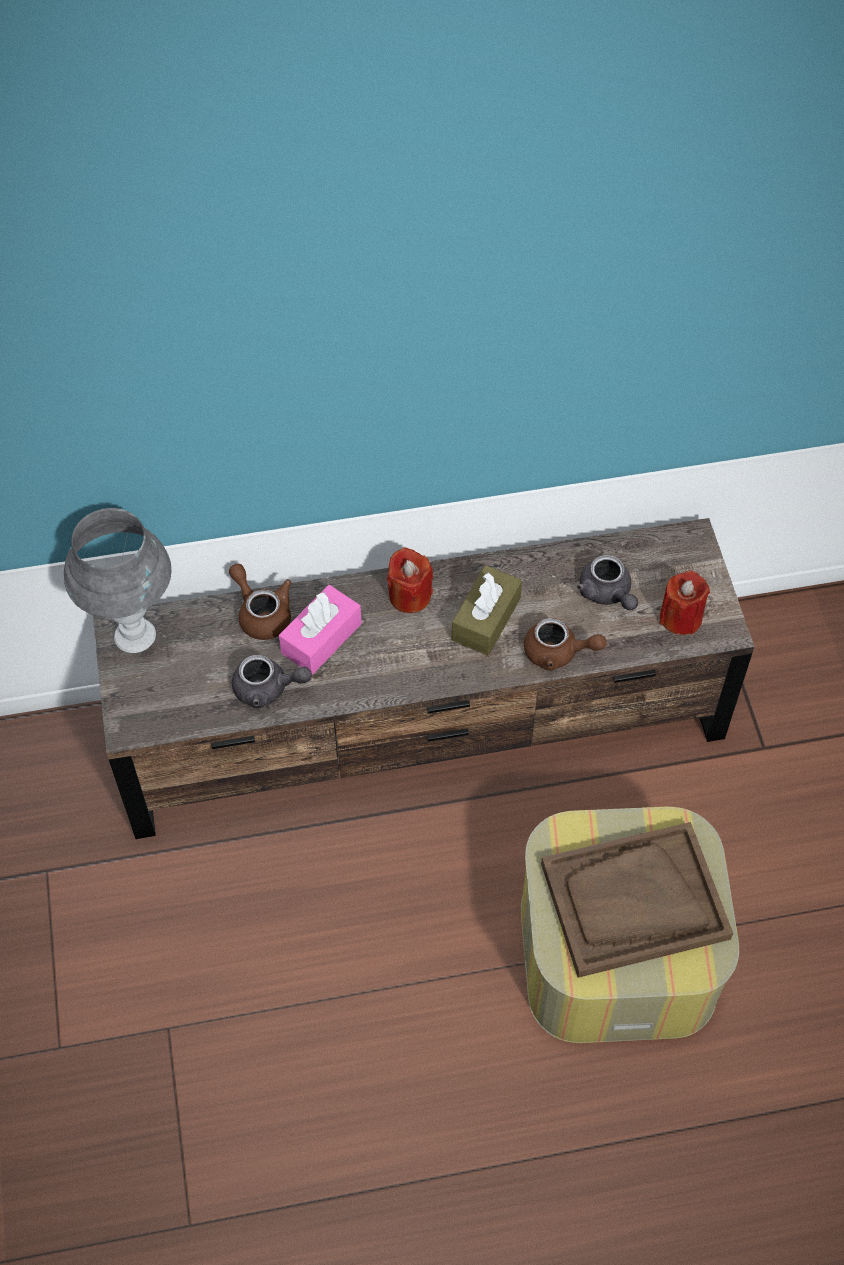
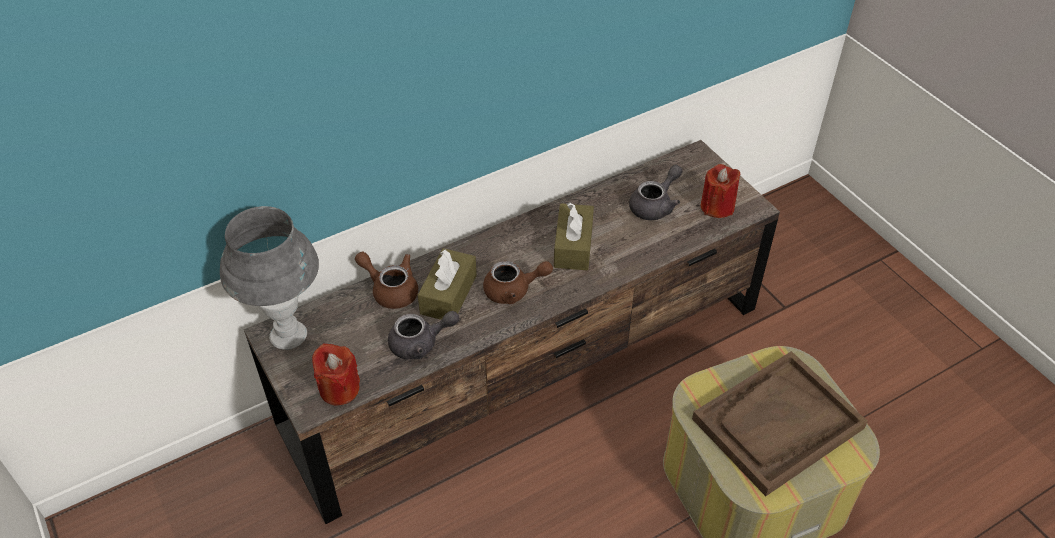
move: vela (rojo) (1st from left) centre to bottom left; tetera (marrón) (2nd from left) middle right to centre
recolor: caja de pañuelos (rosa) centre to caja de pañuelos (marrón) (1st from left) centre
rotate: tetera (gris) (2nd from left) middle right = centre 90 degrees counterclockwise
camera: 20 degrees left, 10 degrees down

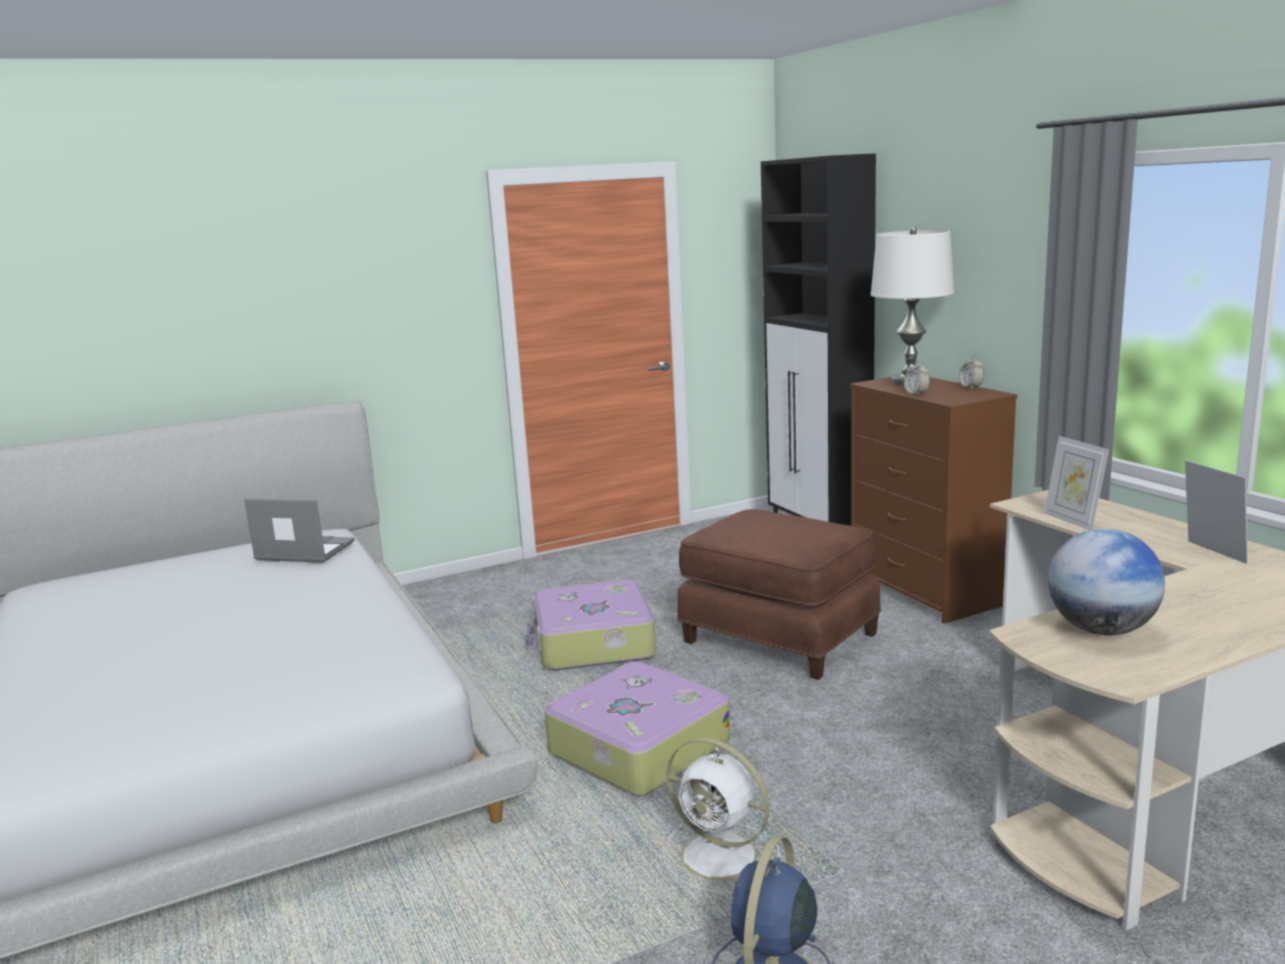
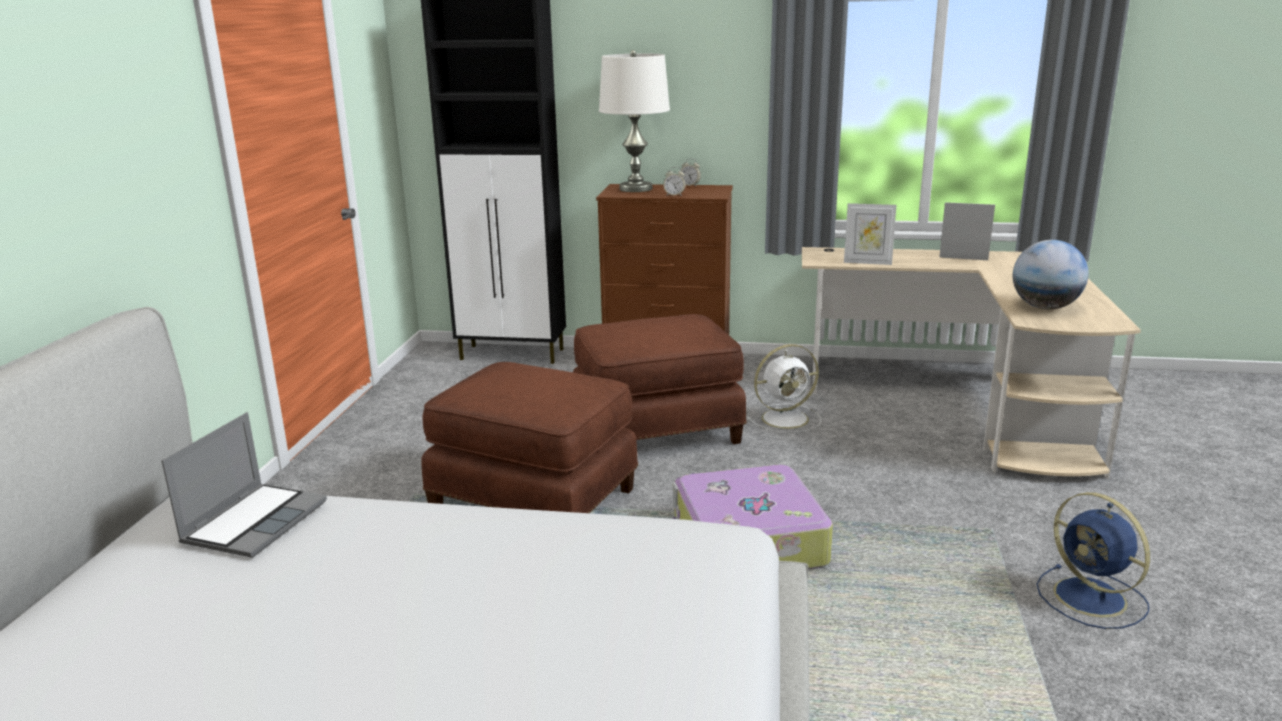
move: ventilador (blanco) bottom centre to centre
replace: maleta (1st from left) centre to puf (marrón) (1st from left) centre
rotate: portátil middle left = bottom left 150 degrees clockwise
camera: 55 degrees left, 5 degrees up

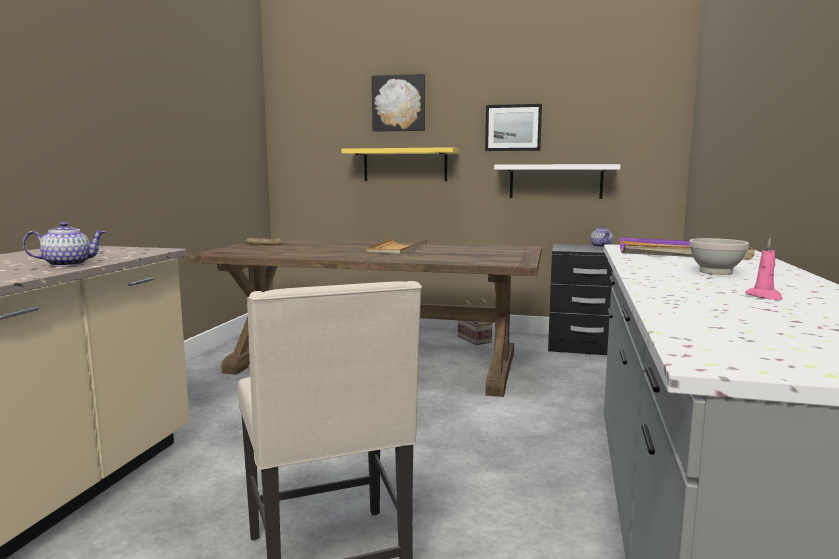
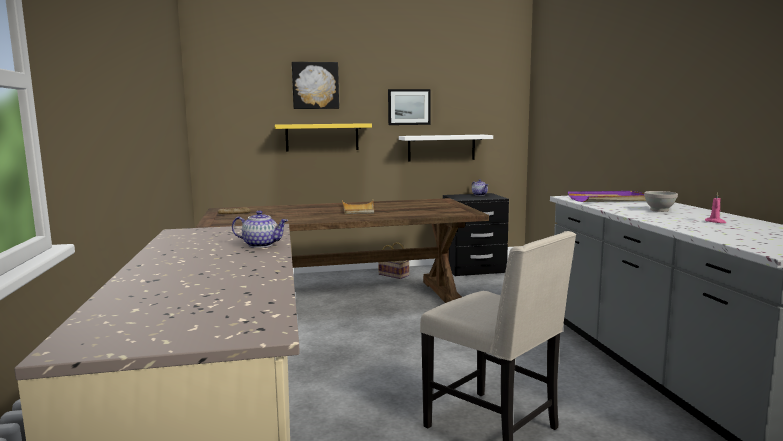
rotate: tetera (1st from left) middle left = middle left 60 degrees clockwise
camera: 25 degrees left, 0 degrees up

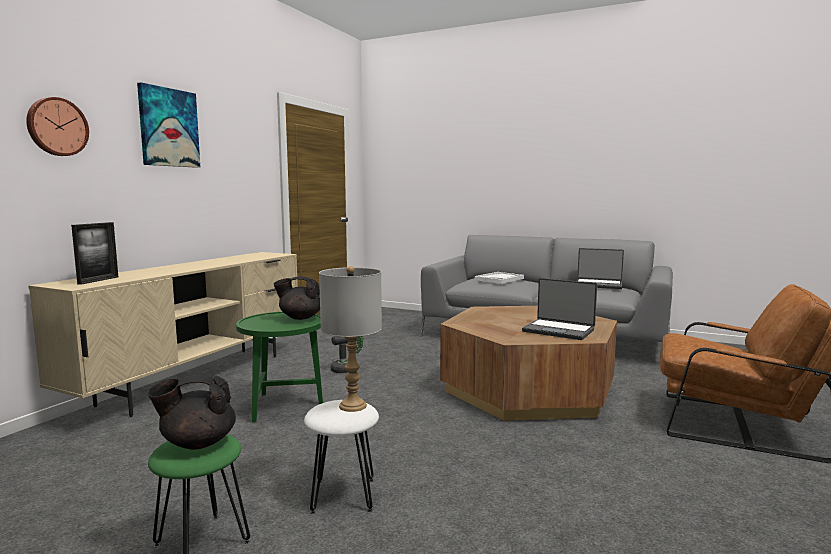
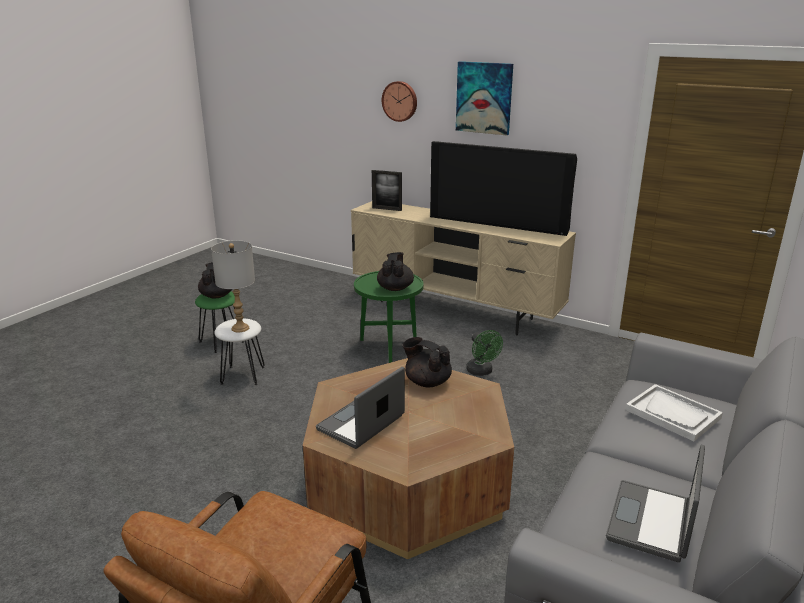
insert: tetera (negro) (3rd from left) centre; televisor top centre
camera: 95 degrees right, 15 degrees up

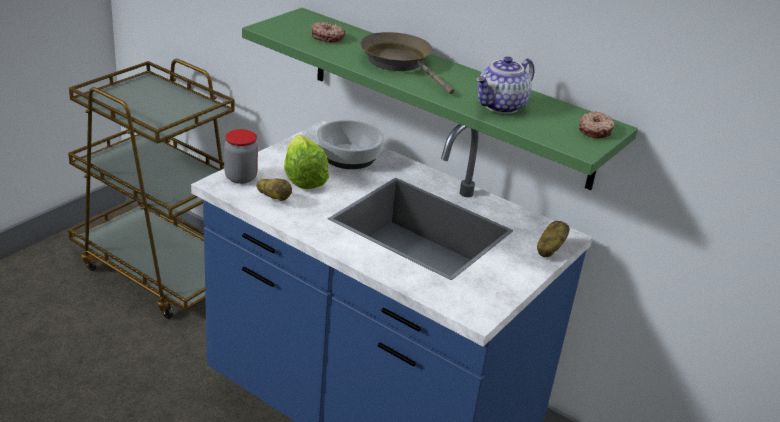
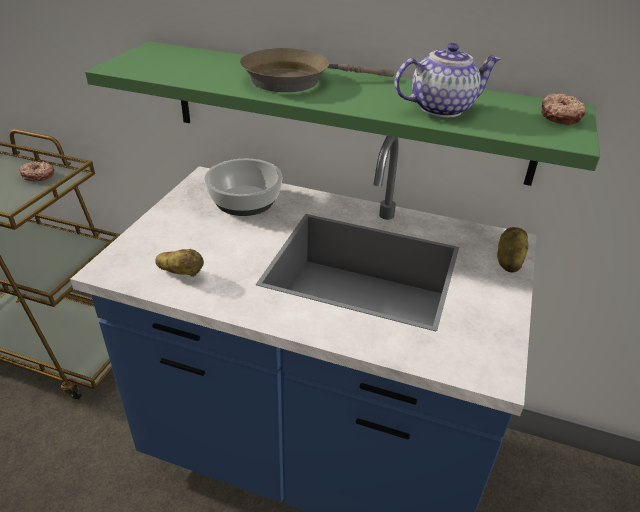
delete: tarro middle left; lechuga centre
move: rosquilla (1st from left) top centre to middle left
rotate: sartén (marrón) top centre = top centre 45 degrees counterclockwise; tetera top centre = top right 135 degrees counterclockwise
camera: 15 degrees left, 5 degrees up

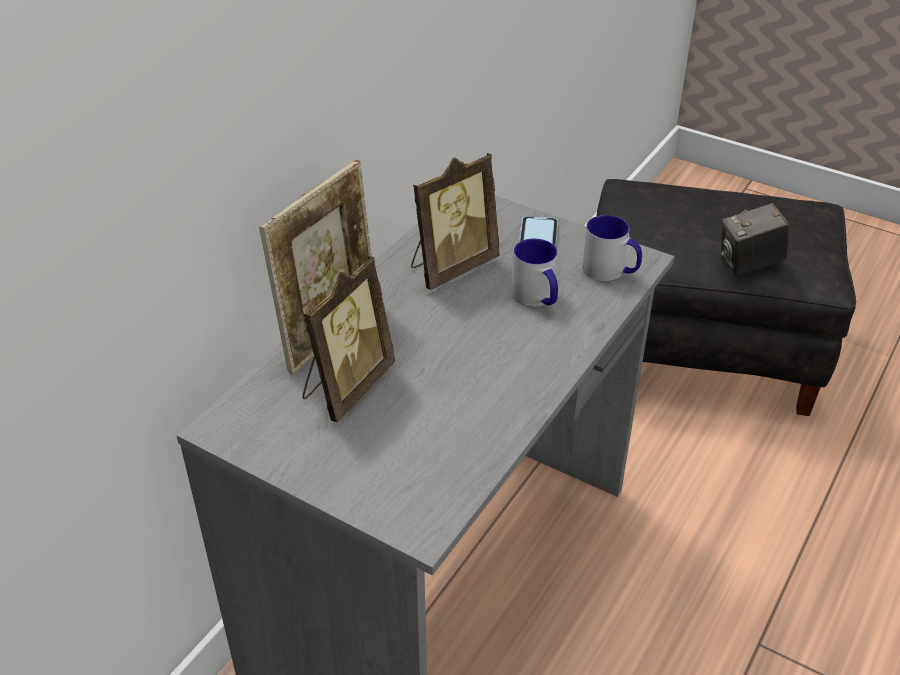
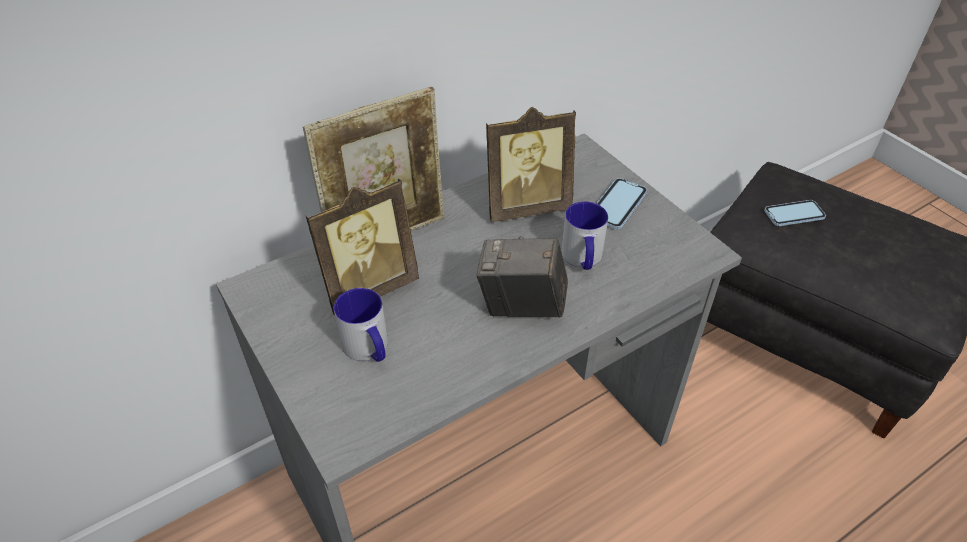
insert: móvil (2nd from left) middle right
move: taza grande (2nd from left in the first image) middle right to taza grande (1st from left) centre; cámara middle right to centre
camera: 25 degrees right, 5 degrees up

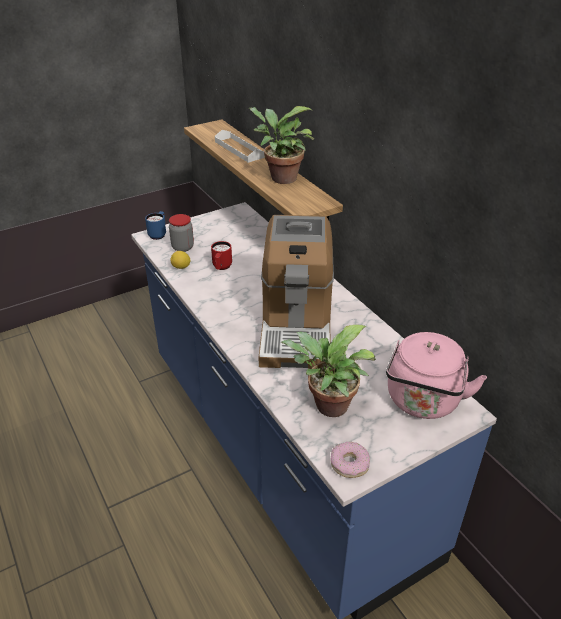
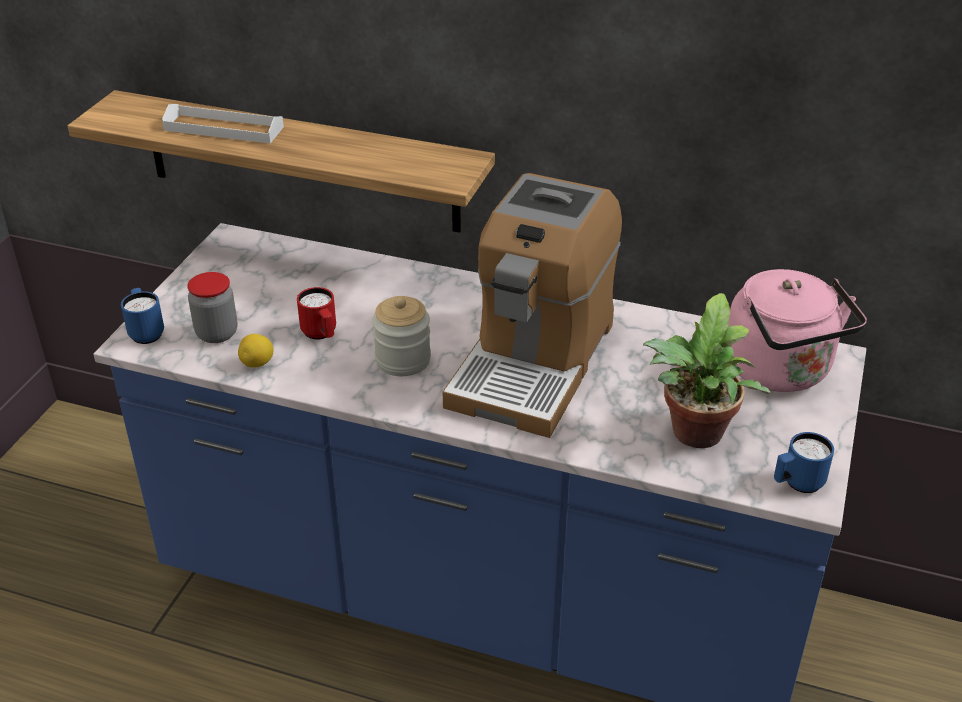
delete: planta en maceta (1st from left) top centre
insert: tarro (2nd from left) centre
replace: rosquilla bottom centre to taza grande (azul) (2nd from left) middle right
rotate: cafetera centre = centre 60 degrees clockwise
camera: 40 degrees left, 0 degrees up

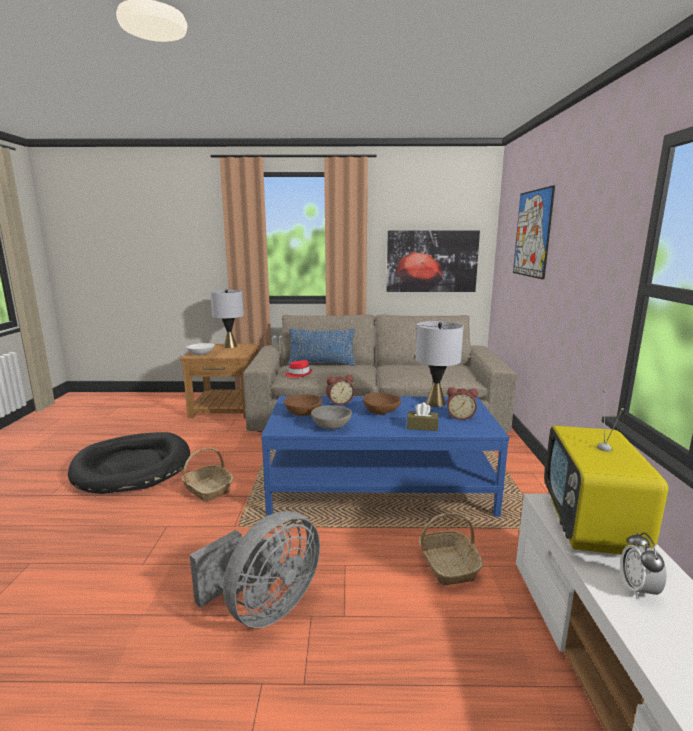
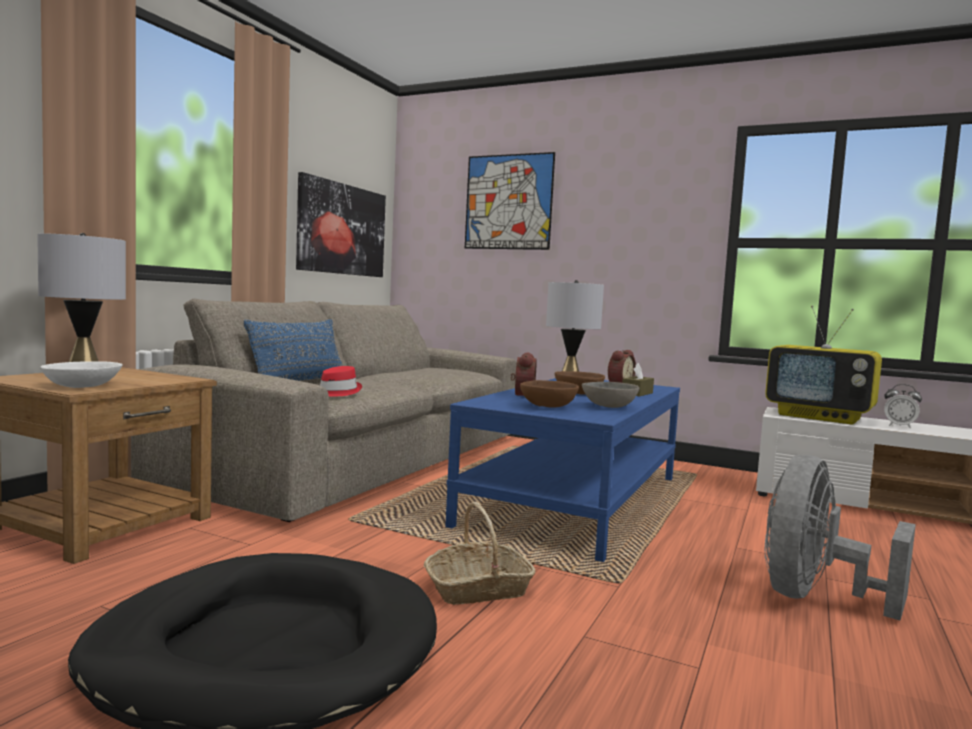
delete: cesta (2nd from left) bottom centre
rotate: ventilador (gris) bottom centre = bottom right 120 degrees counterclockwise
camera: 65 degrees left, 10 degrees down

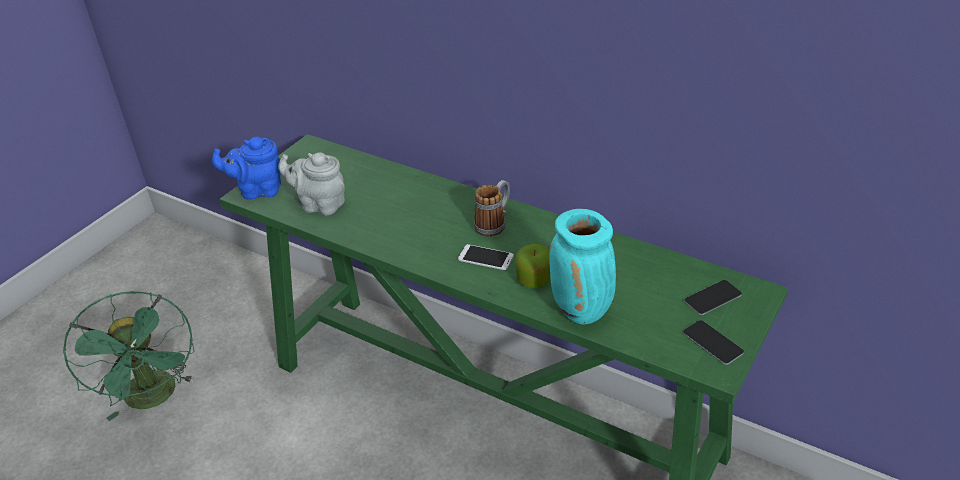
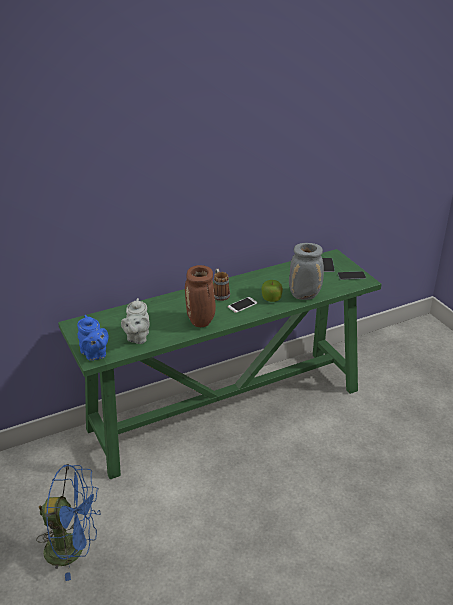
insert: florero (marrón) centre
recolor: ventilador (verde) bottom left to ventilador (azul) bottom left; florero (turquesa) centre to florero (gris) middle right
rotate: tetera (azul) middle left = middle left 60 degrees counterclockwise; tetera (gris) middle left = middle left 45 degrees counterclockwise
camera: 60 degrees left, 5 degrees down

